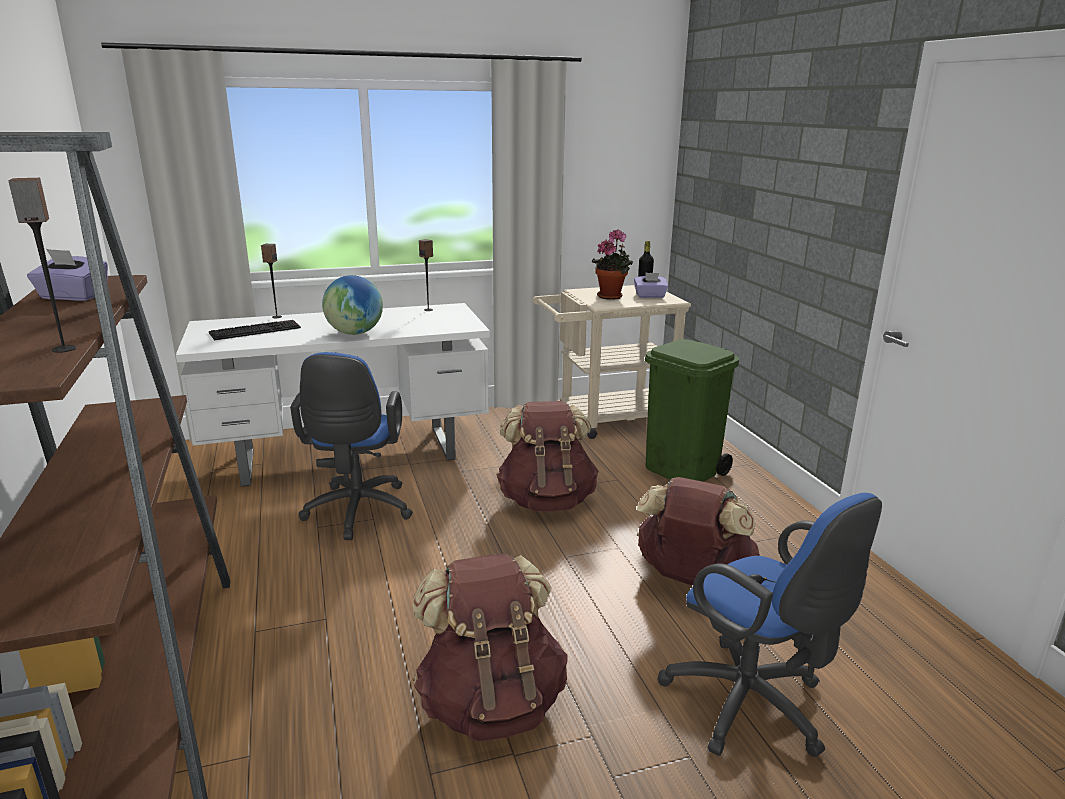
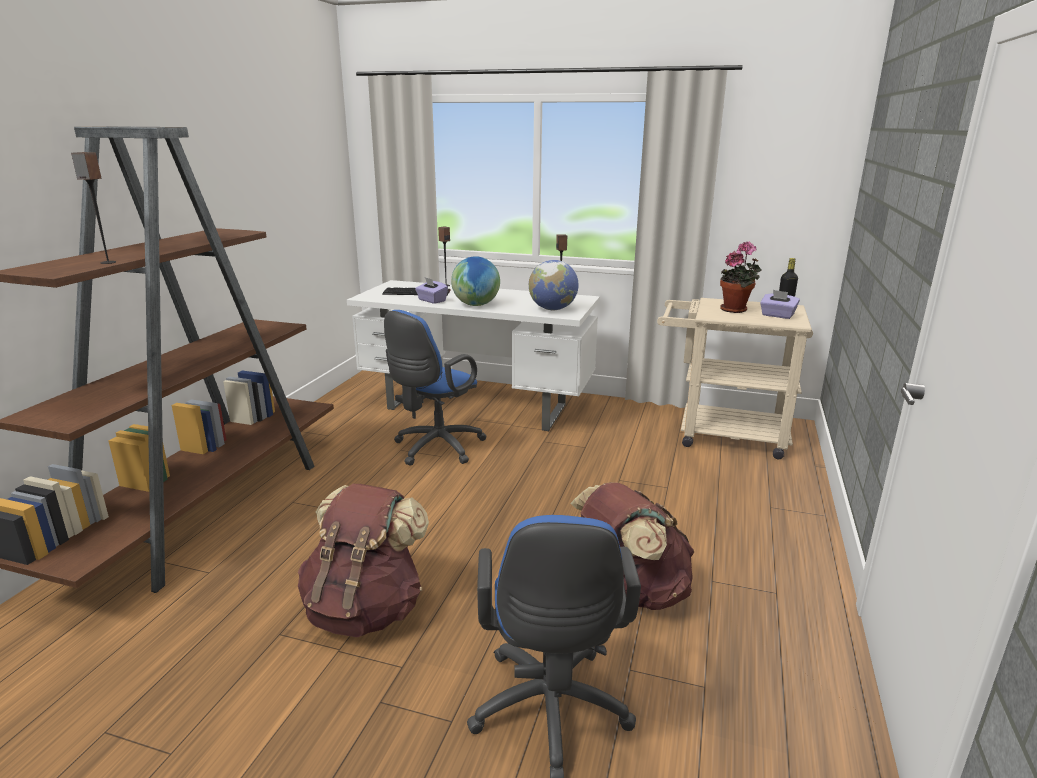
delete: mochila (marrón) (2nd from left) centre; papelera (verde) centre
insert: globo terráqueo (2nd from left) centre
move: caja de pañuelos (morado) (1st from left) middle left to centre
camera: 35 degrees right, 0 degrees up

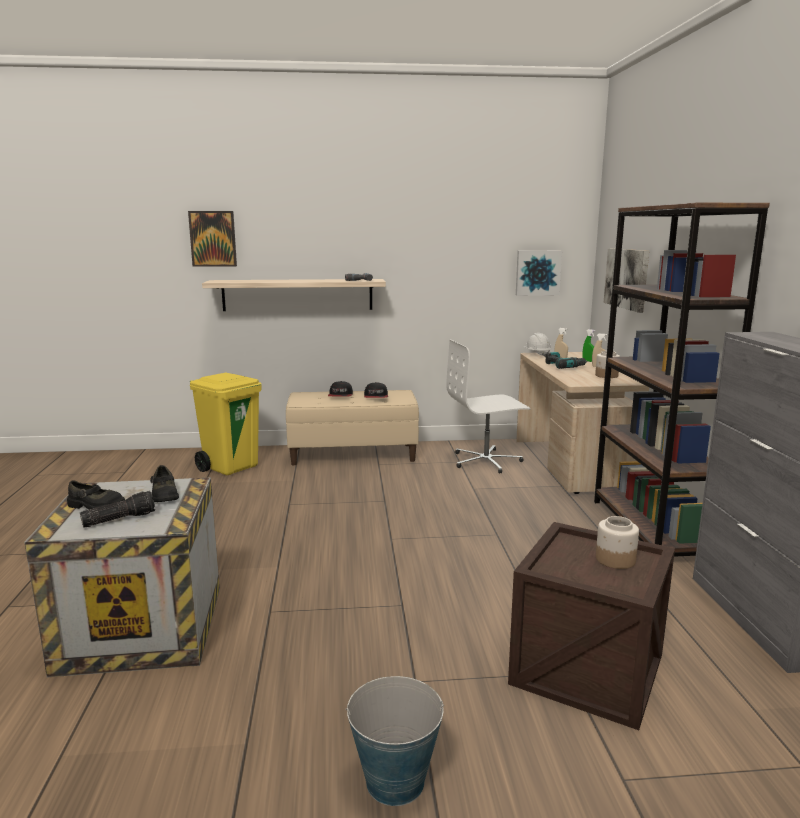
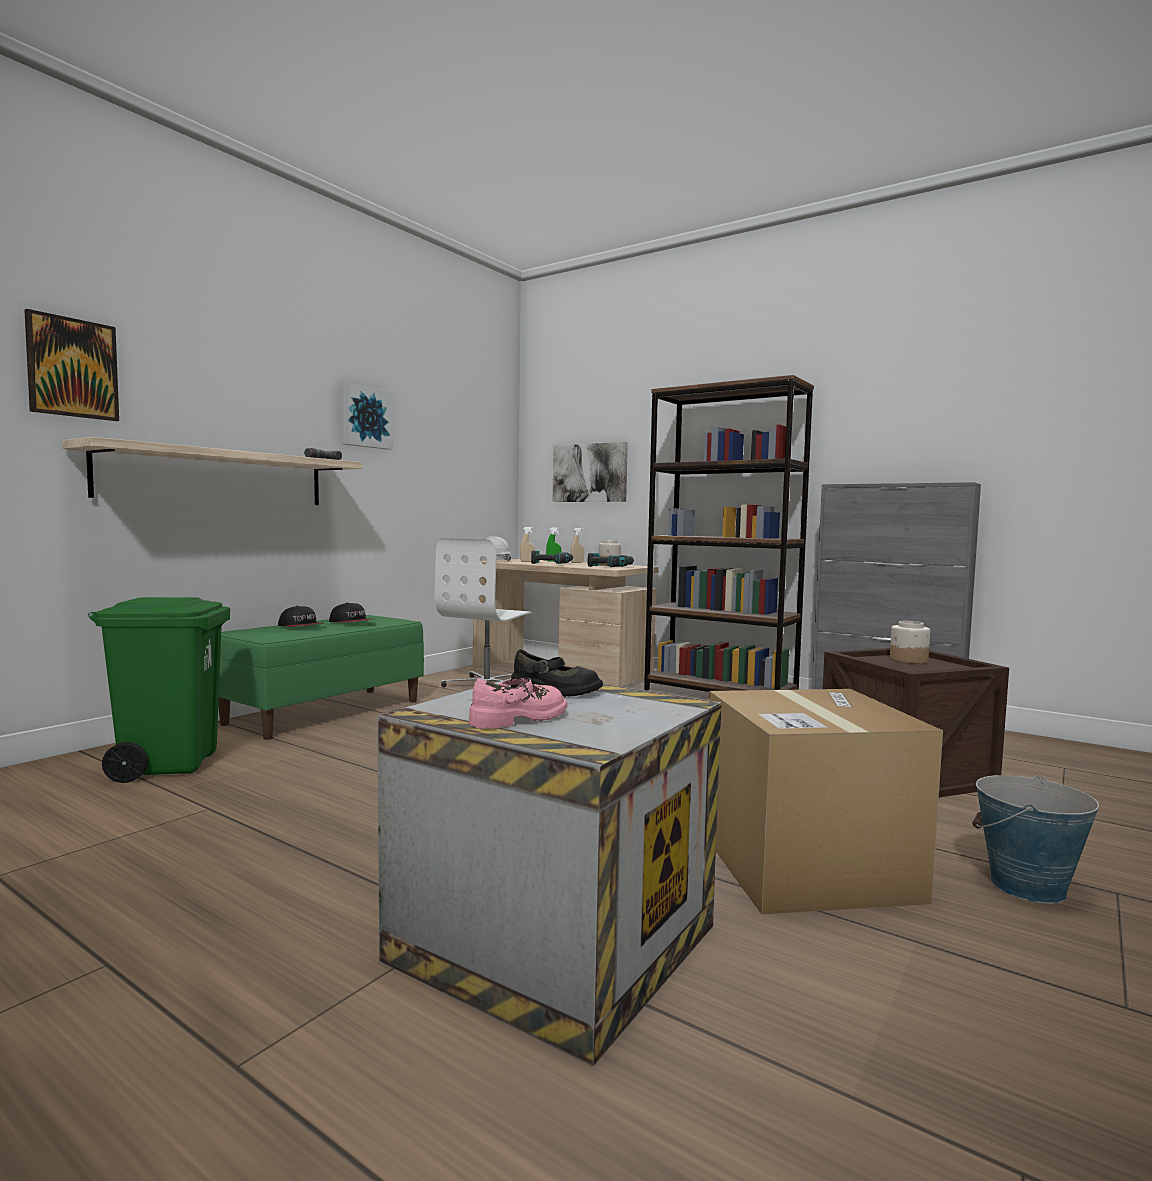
delete: linterna middle left
insert: taladro (3rd from left) centre; caja de cartón bottom right
move: cuadro (2nd from left) middle right to middle left
recolor: zapato (negro) (1st from left) middle left to zapato (rosa) centre; papelera (amarillo) middle left to papelera (verde) middle left; banco (beis) centre to banco (verde) middle left
camera: 50 degrees left, 10 degrees down

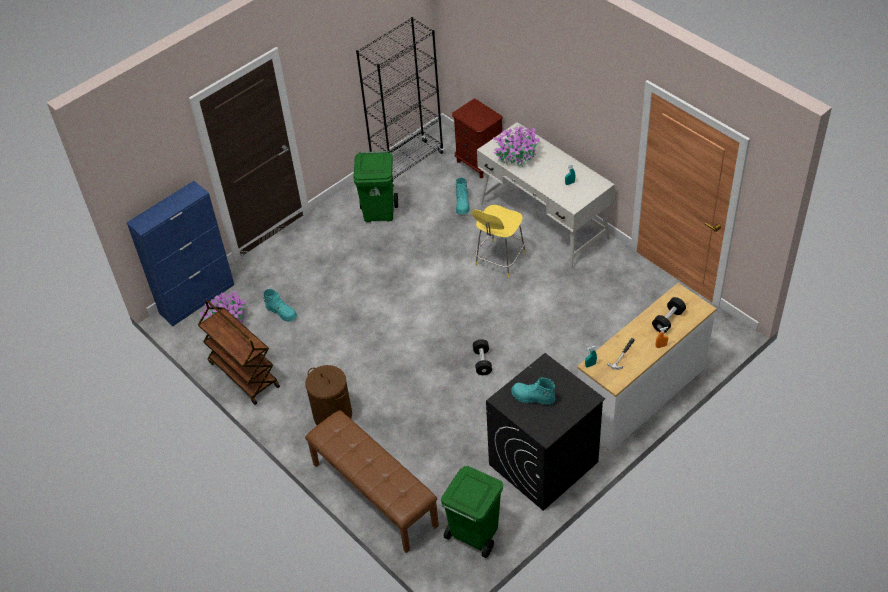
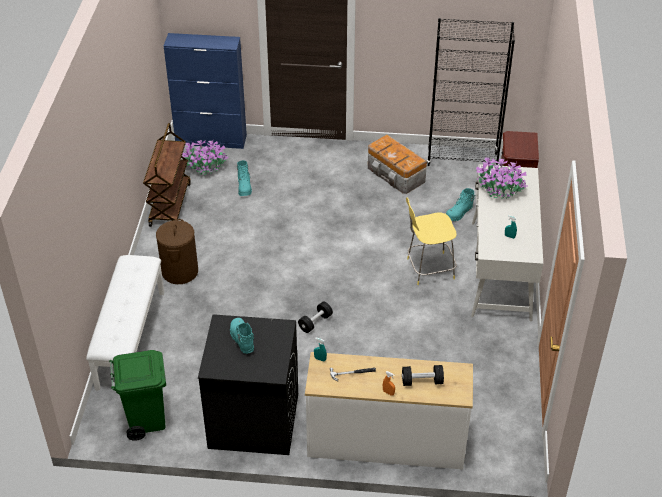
replace: papelera (verde) (1st from left) top centre to caja de almacenaje top centre
recolor: banco (marrón) bottom centre to banco (blanco) middle left
camera: 45 degrees right, 5 degrees down

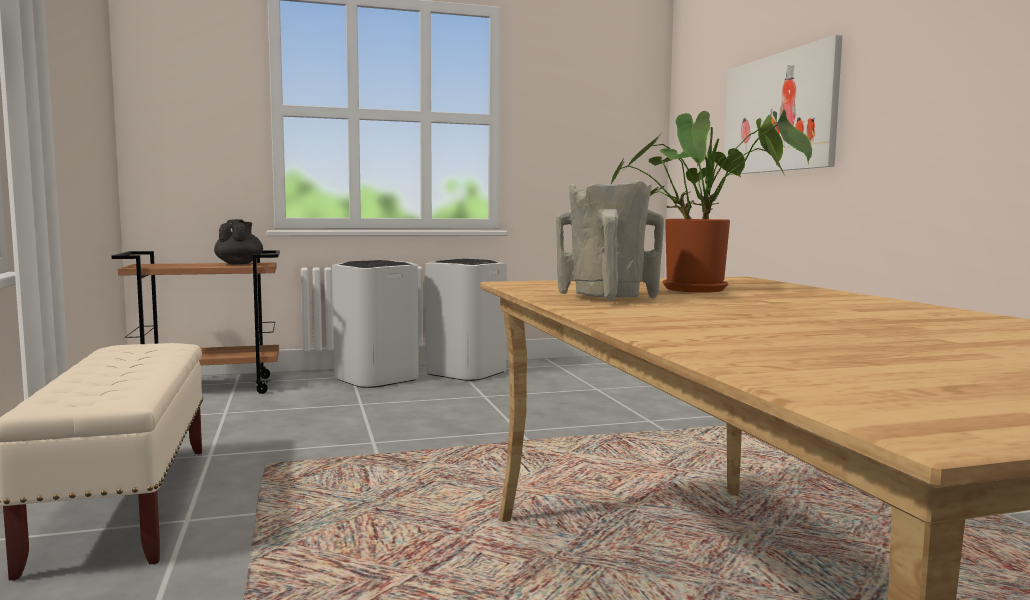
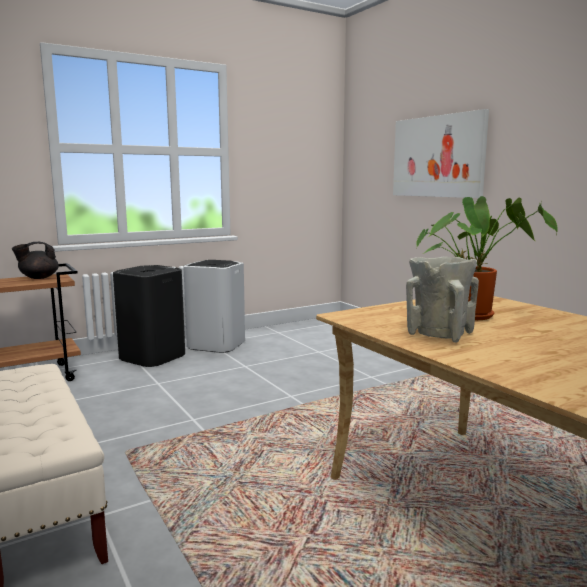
recolor: papelera (blanco) (1st from left) centre to papelera (negro) middle left
rotate: tetera (negro) middle left = middle left 105 degrees counterclockwise
camera: 15 degrees left, 5 degrees up

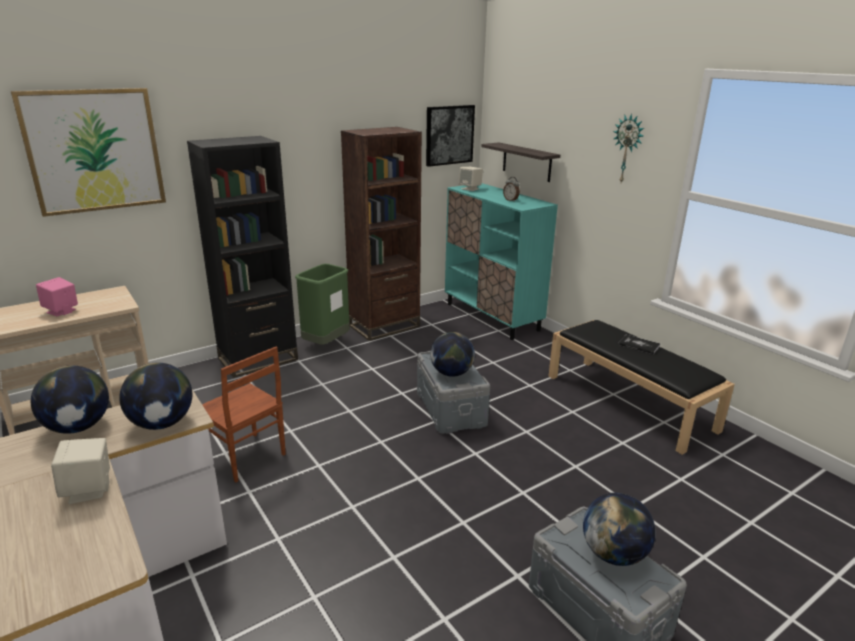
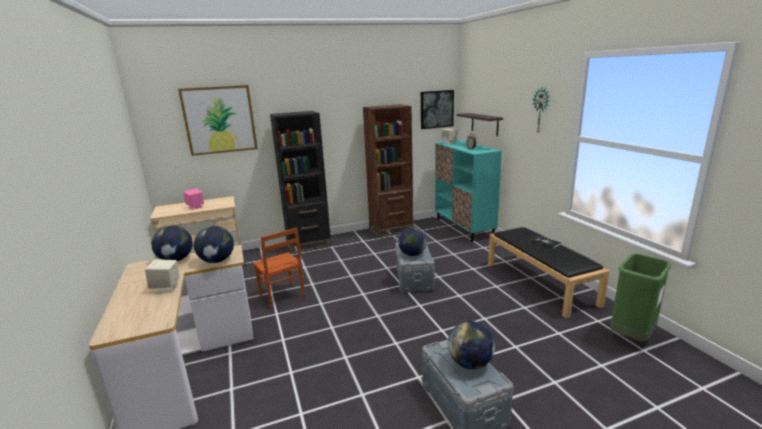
move: papelera (verde) centre to bottom right
camera: 15 degrees right, 5 degrees down

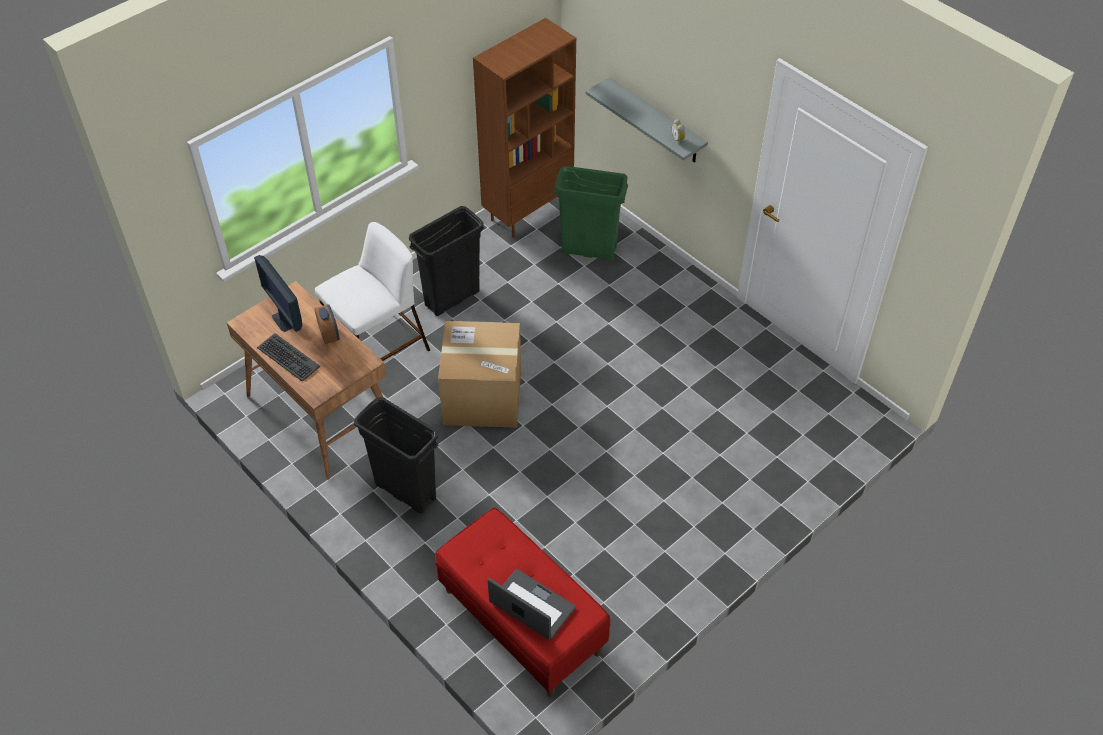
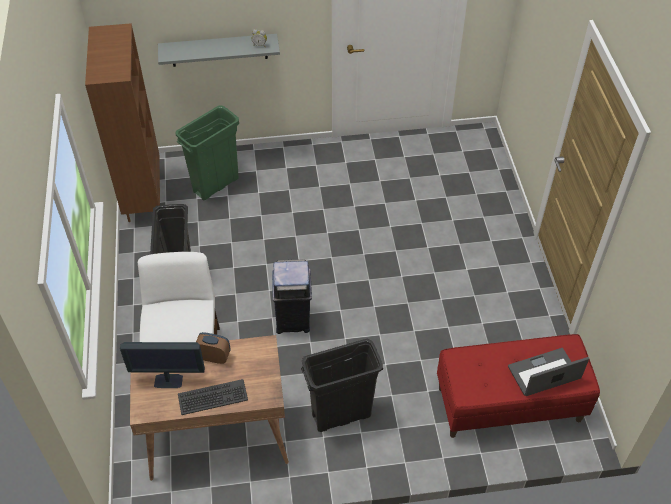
replace: caja de cartón centre to papelera (azul) centre
camera: 55 degrees left, 0 degrees up

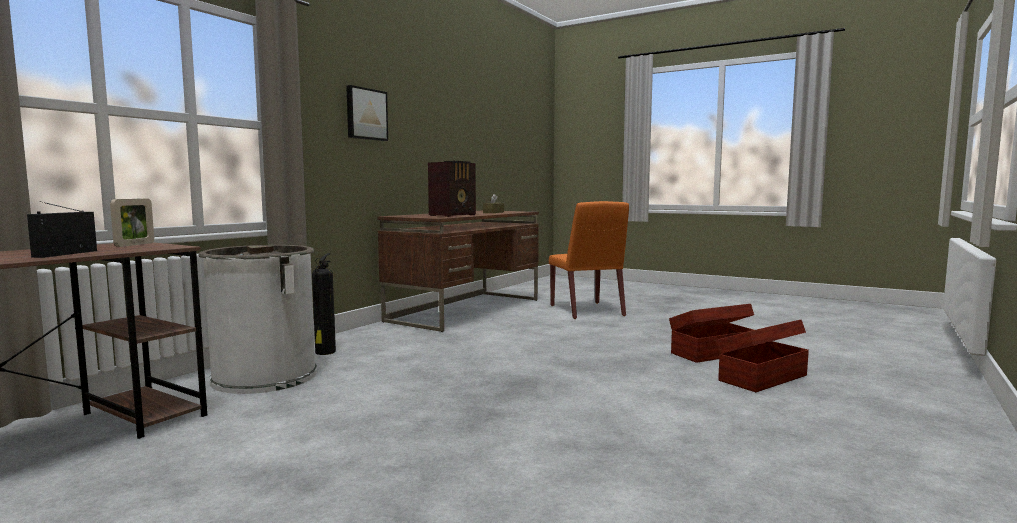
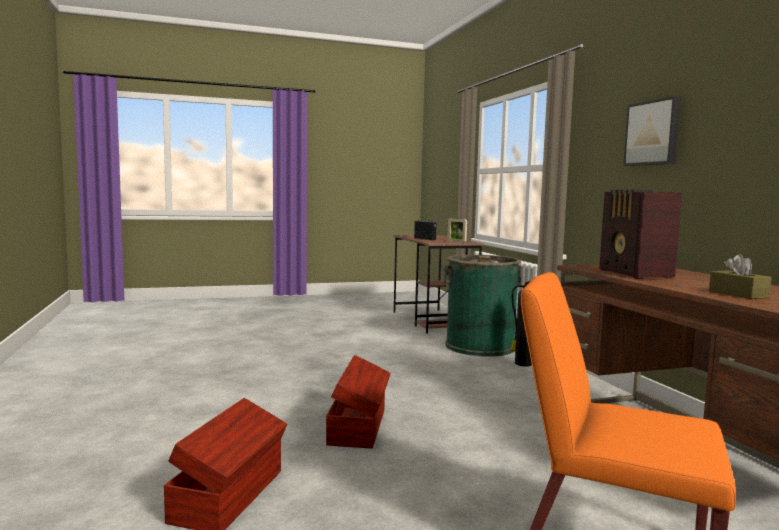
move: caja de almacenaje (marrón) (2nd from left) bottom right to bottom centre
recolor: papelera (blanco) middle left to papelera (verde) centre
camera: 130 degrees right, 0 degrees up

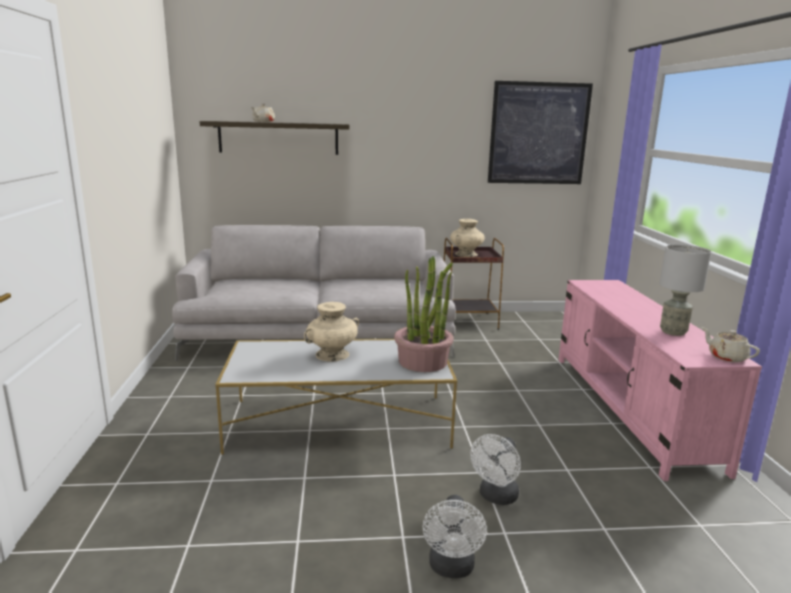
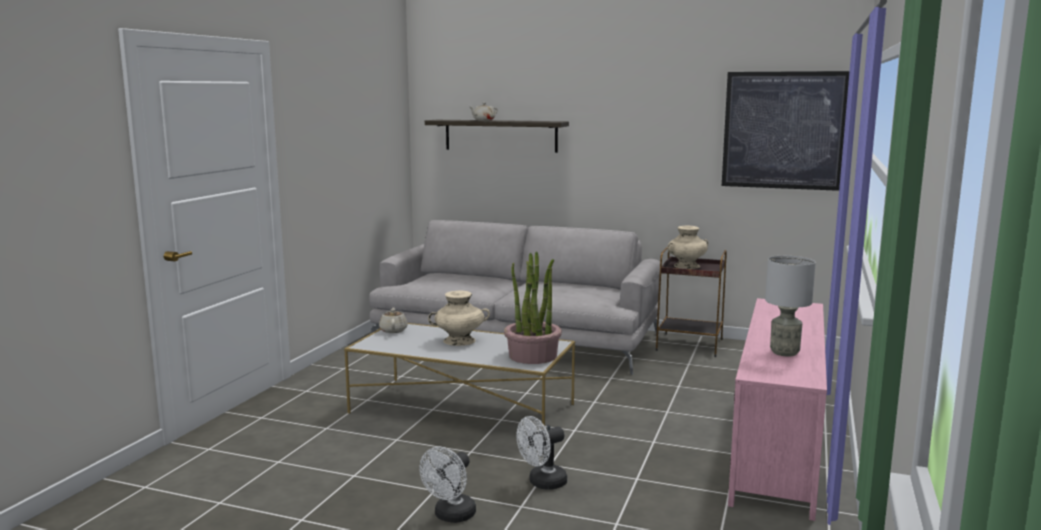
move: tetera (beis) (2nd from left in the first image) middle right to tetera (beis) (1st from left) centre
camera: 25 degrees right, 5 degrees down

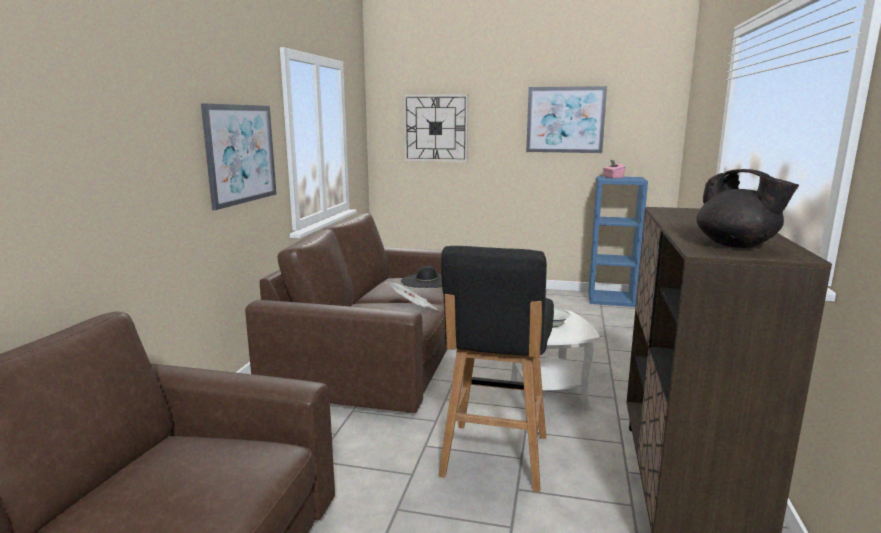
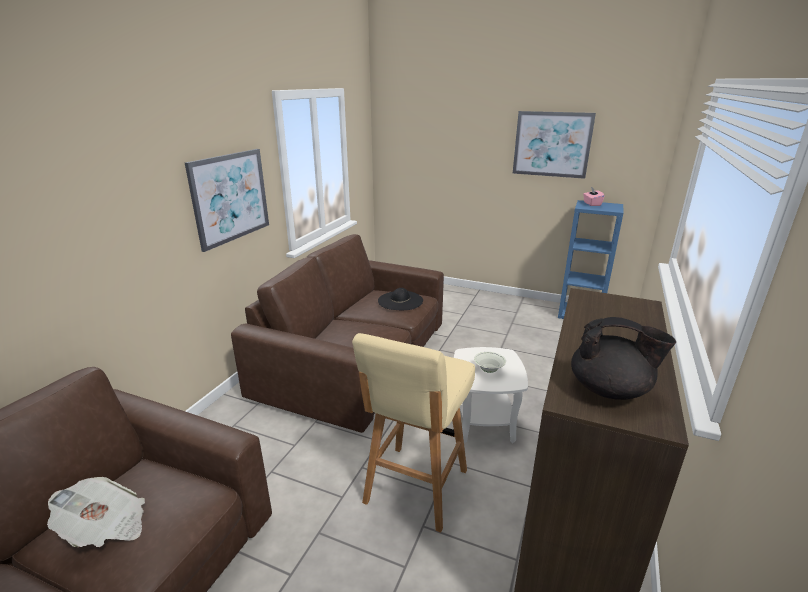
delete: reloj de pared top centre
move: periódico centre to bottom left
recolor: taburete (negro) bottom centre to taburete (beis) bottom centre
rotate: tetera (negro) middle right = middle right 45 degrees counterclockwise
camera: 10 degrees right, 10 degrees up

